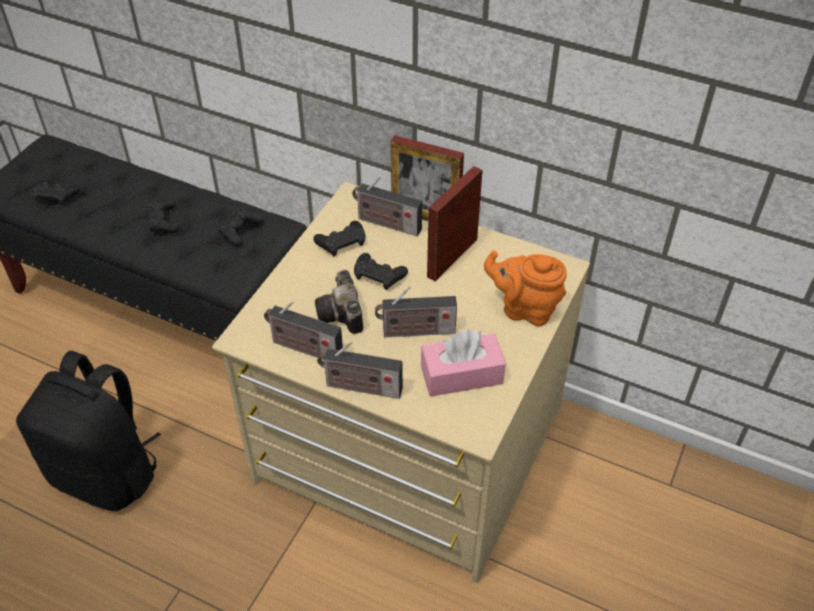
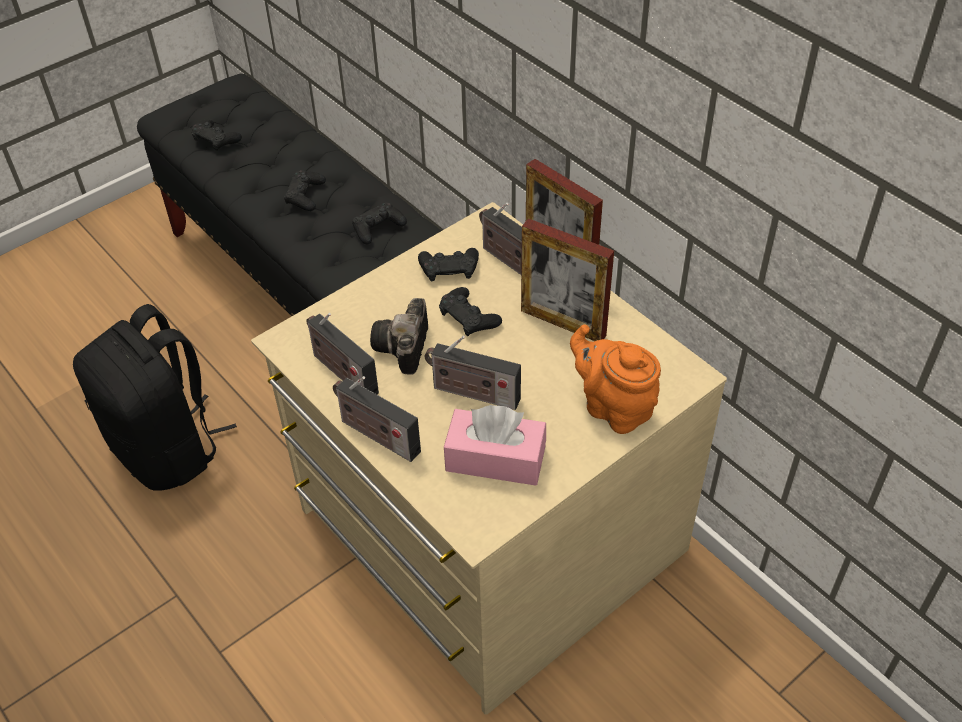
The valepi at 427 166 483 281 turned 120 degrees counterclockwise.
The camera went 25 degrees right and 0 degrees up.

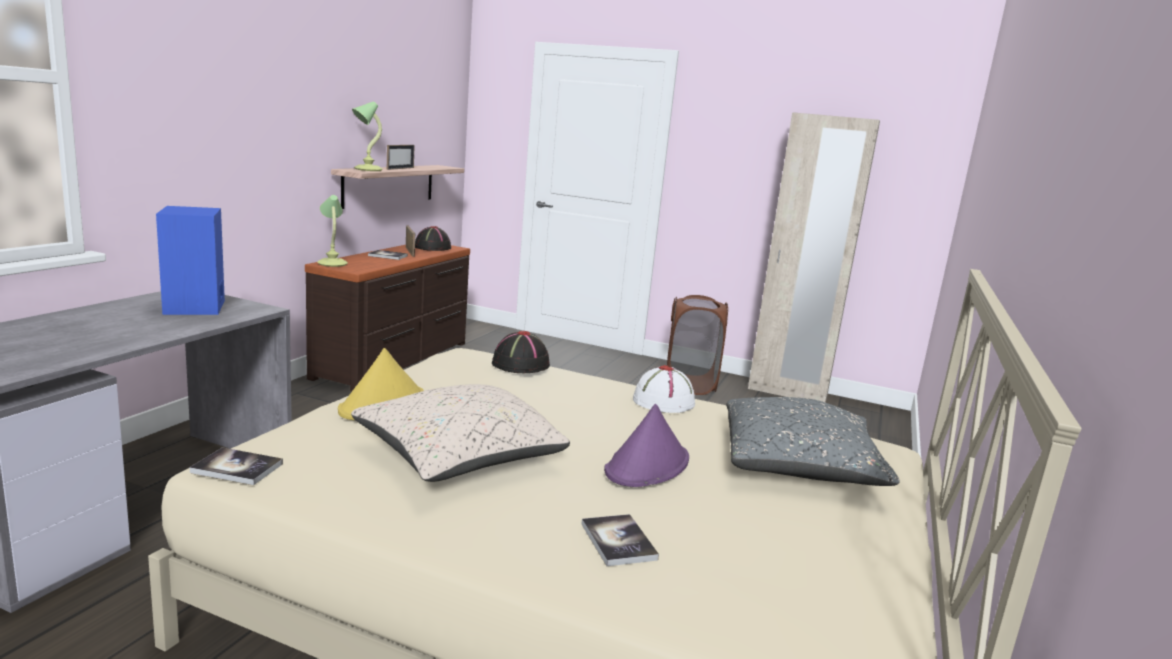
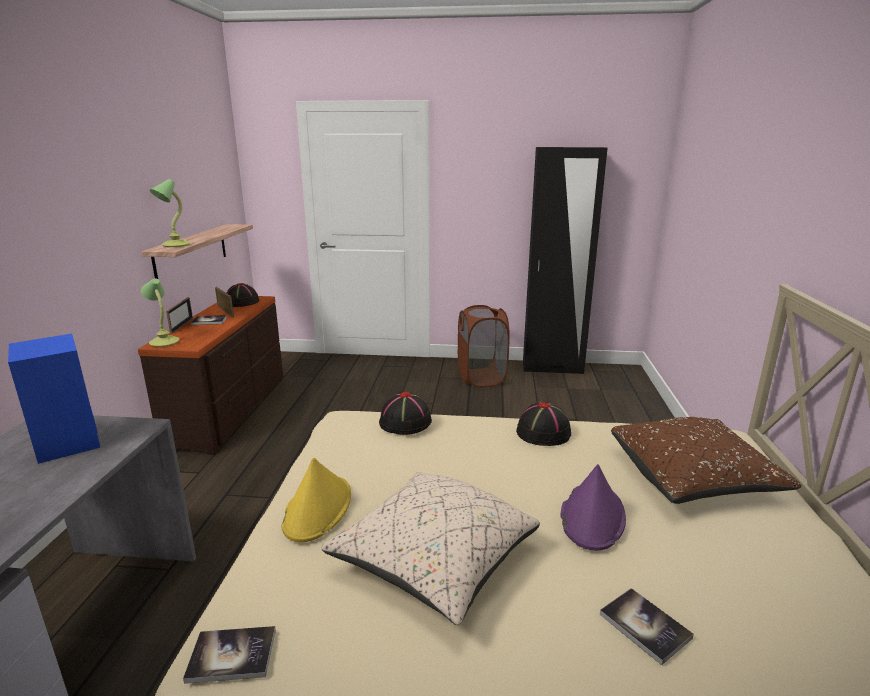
The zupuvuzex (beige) at 748 112 880 402 became the zupuvuzex (black) at 523 147 608 374.
The valepi moved from 387 145 415 170 to 166 297 193 334.
The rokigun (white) at 633 365 695 413 became the rokigun (black) at 516 402 571 446.
The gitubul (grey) at 726 397 900 486 became the gitubul (brown) at 611 417 801 504.
The camera went 15 degrees left and 5 degrees up.

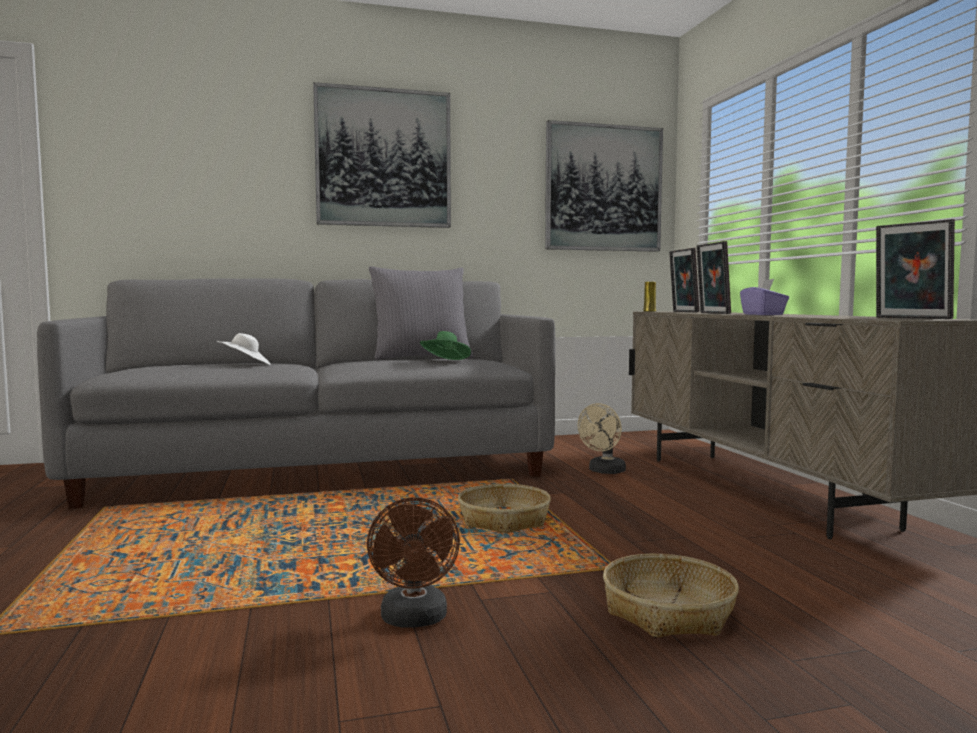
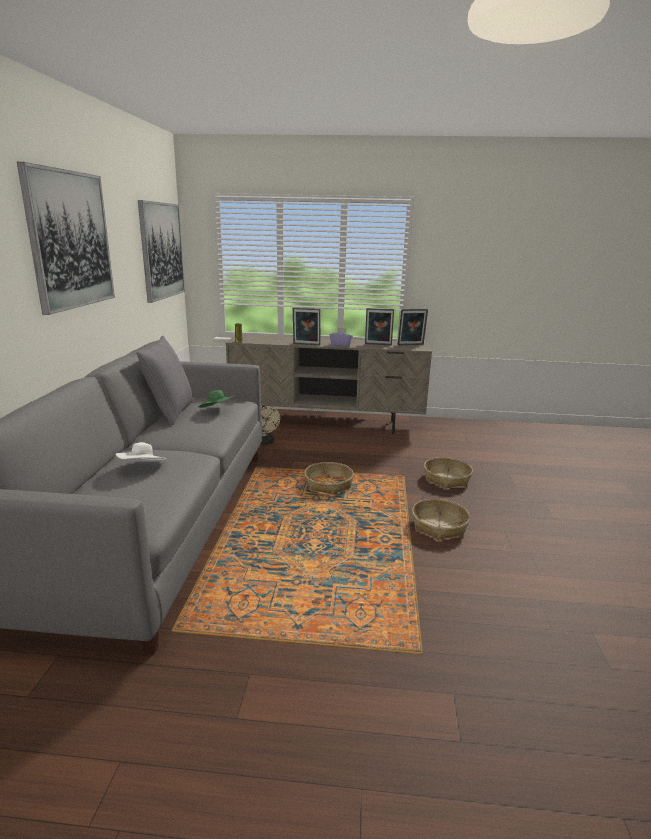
The valepi moved from 669 248 699 312 to 365 308 394 345.
The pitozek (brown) at 367 497 460 628 was replaced by the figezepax at 412 499 470 540.
The camera went 70 degrees left and 15 degrees up.

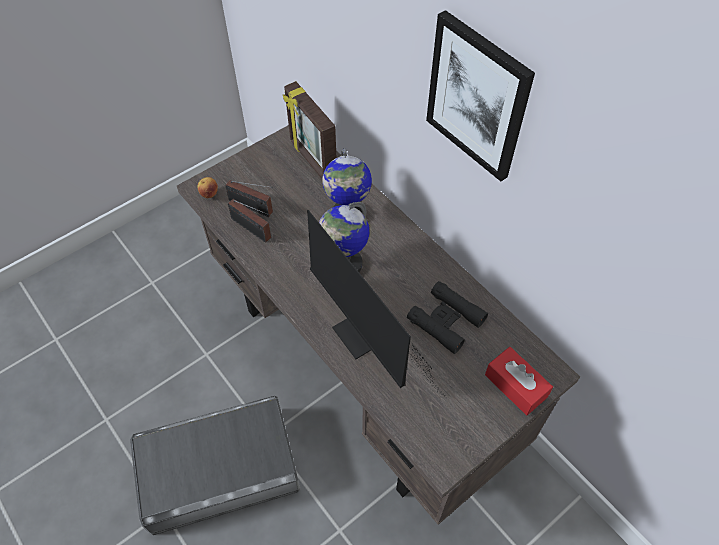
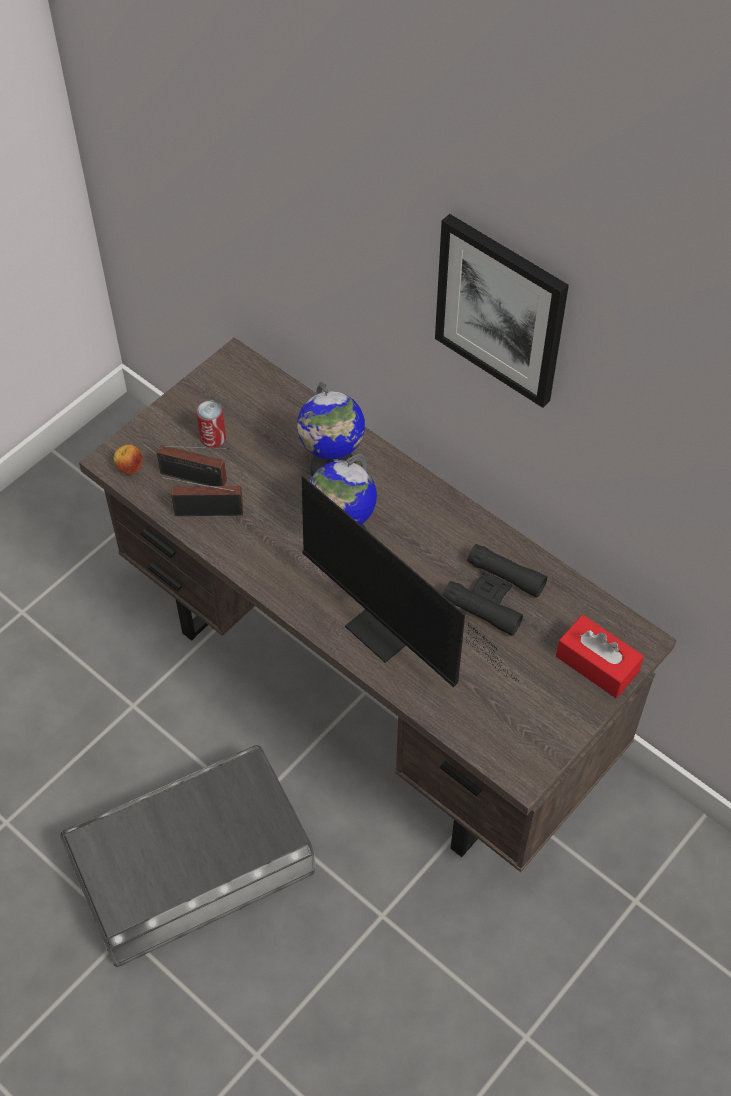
The valepi at 283 81 337 180 disappeared.
The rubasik at 228 199 271 243 turned 150 degrees clockwise.
The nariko at 196 400 226 448 appeared.
The camera went 10 degrees left and 0 degrees up.

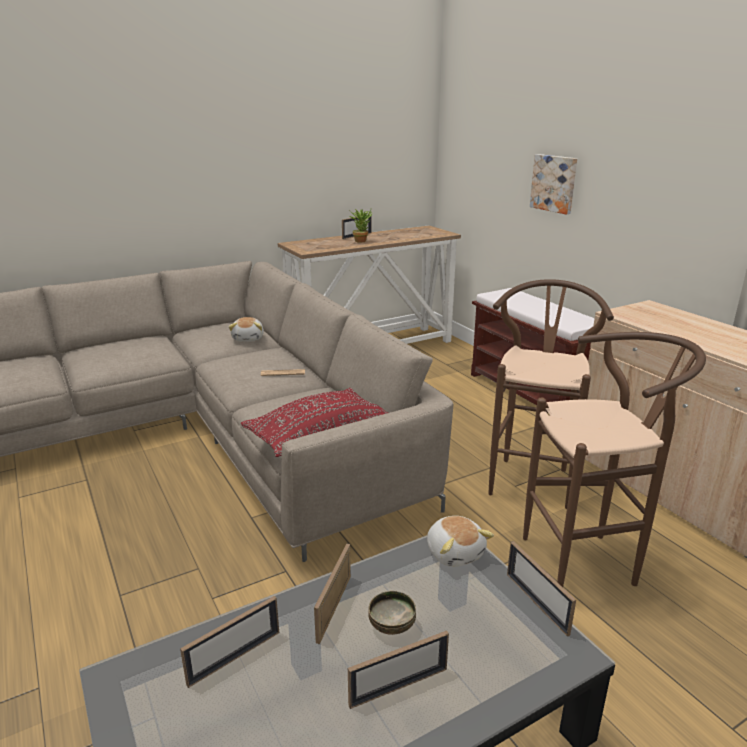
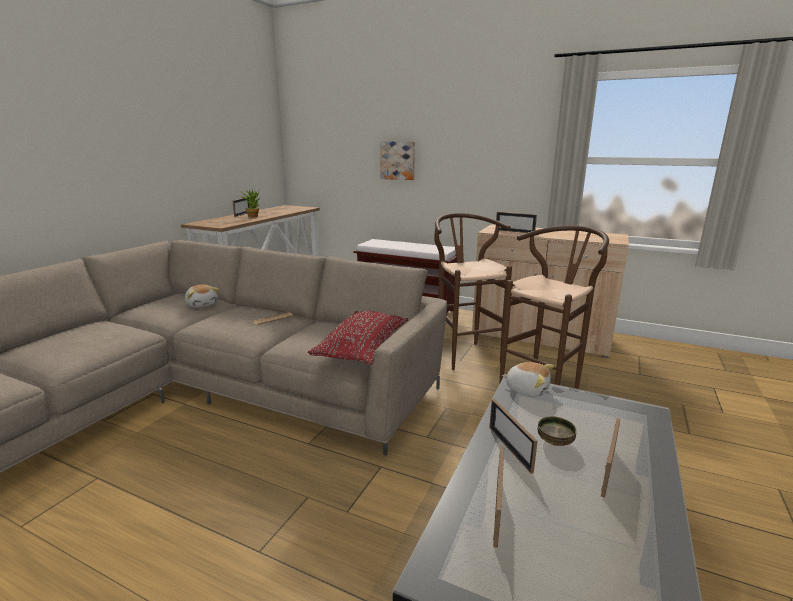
The valepi moved from 507 541 576 637 to 496 212 537 233.
The camera went 35 degrees left and 5 degrees down.

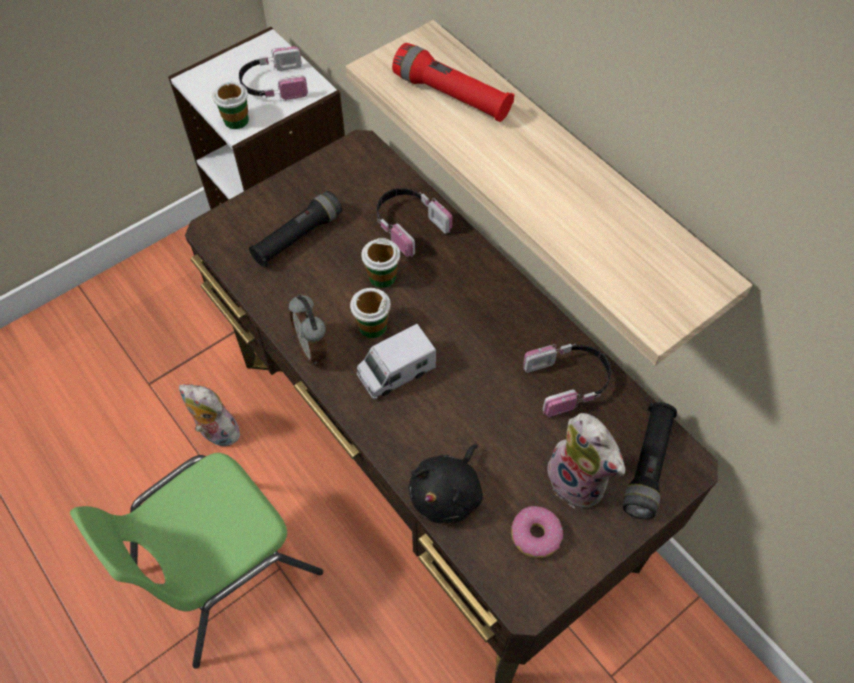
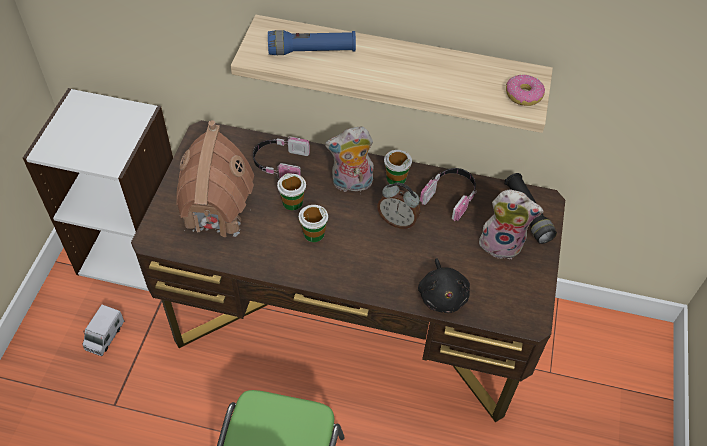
The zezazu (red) at 392 43 514 122 became the zezazu (blue) at 268 30 356 55.
The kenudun at 239 46 308 101 disappeared.
The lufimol moved from 212 82 249 129 to 384 150 412 184.
The zezazu (black) at 249 191 342 267 was replaced by the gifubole at 176 120 254 238.
The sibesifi moved from 289 295 327 365 to 377 183 420 229.
The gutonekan moved from 357 324 436 399 to 82 305 125 356.
The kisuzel moved from 179 384 242 448 to 325 127 374 192.
The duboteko moved from 511 506 563 558 to 506 74 545 106.
The camera went 40 degrees left and 5 degrees down.

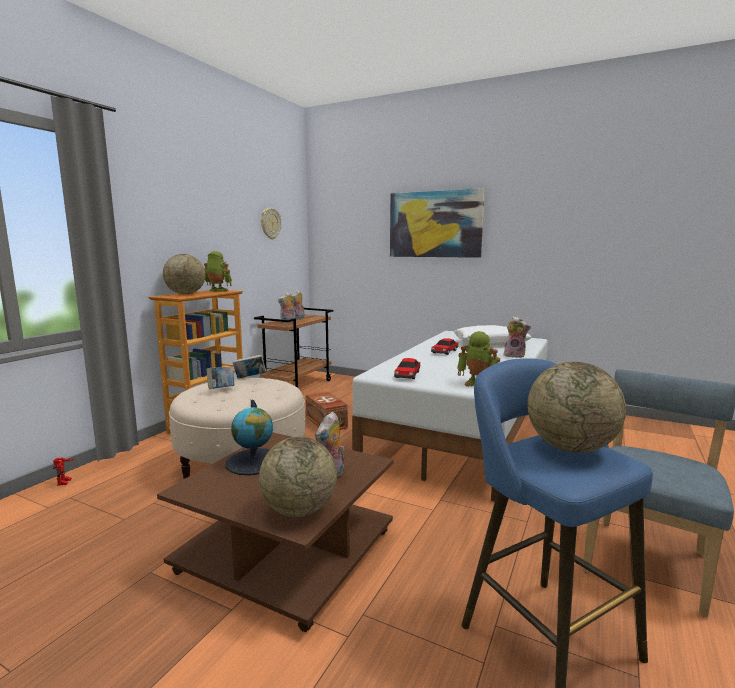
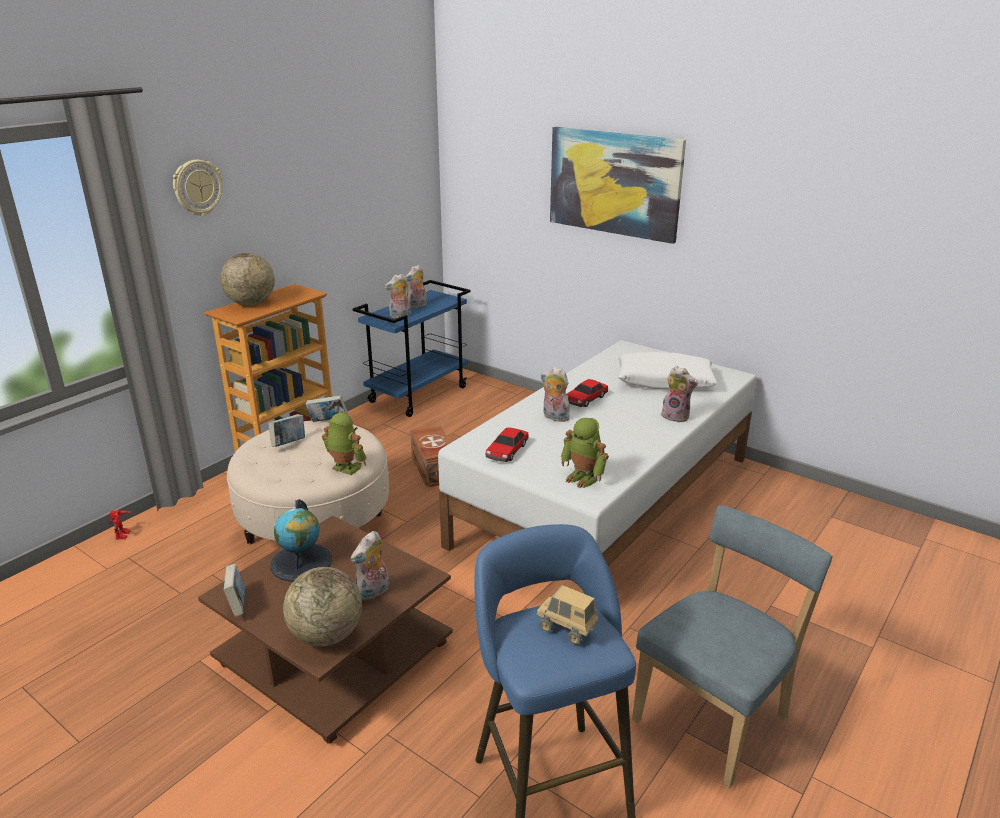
The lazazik moved from 261 208 281 239 to 173 160 222 216.
The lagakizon moved from 204 251 232 292 to 322 413 367 475.
The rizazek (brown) at 254 308 333 388 became the rizazek (blue) at 353 280 470 417.
The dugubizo at 527 362 626 453 was replaced by the gutonekan at 536 585 599 645.
The kisuzel at 540 367 573 422 appeared.
The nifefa at 223 564 245 617 appeared.
The camera went 10 degrees right and 15 degrees up.

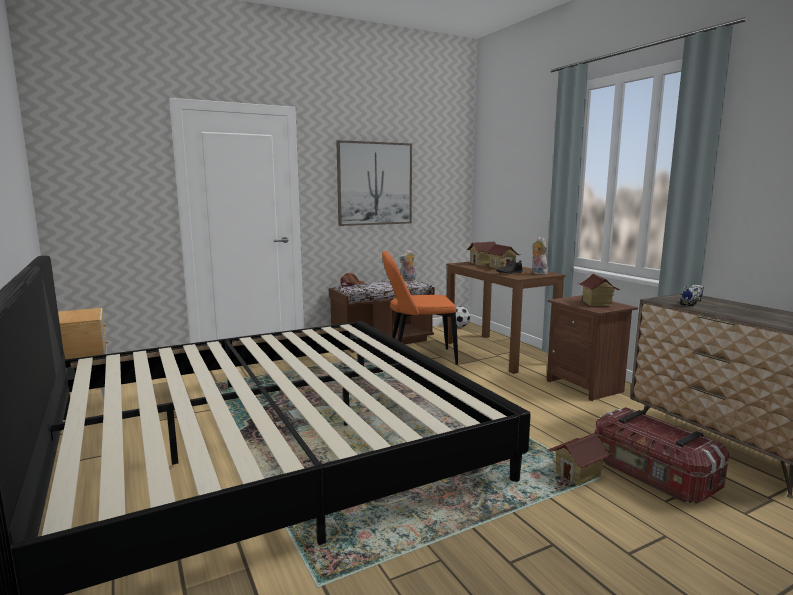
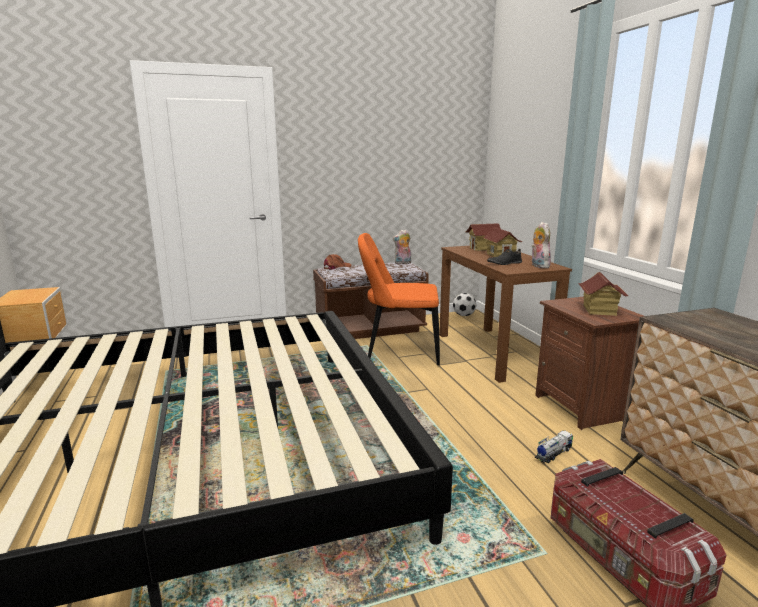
The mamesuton at 336 140 412 226 disappeared.
The gutonekan moved from 680 284 704 306 to 535 430 573 464.
The gifubole at 548 433 613 486 disappeared.
The camera went 10 degrees right and 5 degrees up.

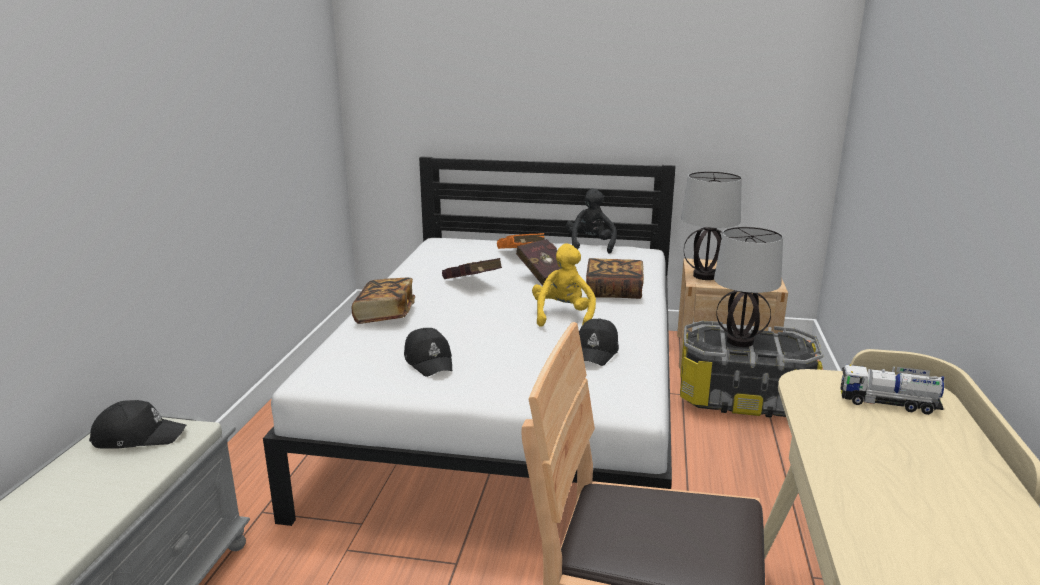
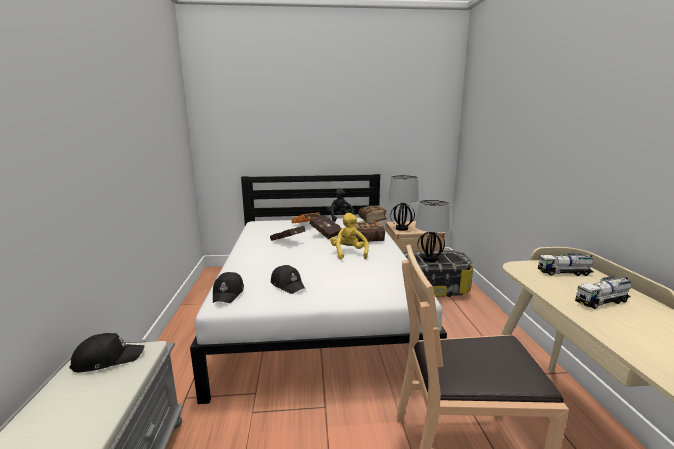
The nifefa moved from 352 278 415 324 to 359 205 387 222.
The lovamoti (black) moved from 579 318 619 366 to 213 272 244 303.
The gutonekan at 575 275 631 309 appeared.
The camera went 15 degrees left and 5 degrees down.

